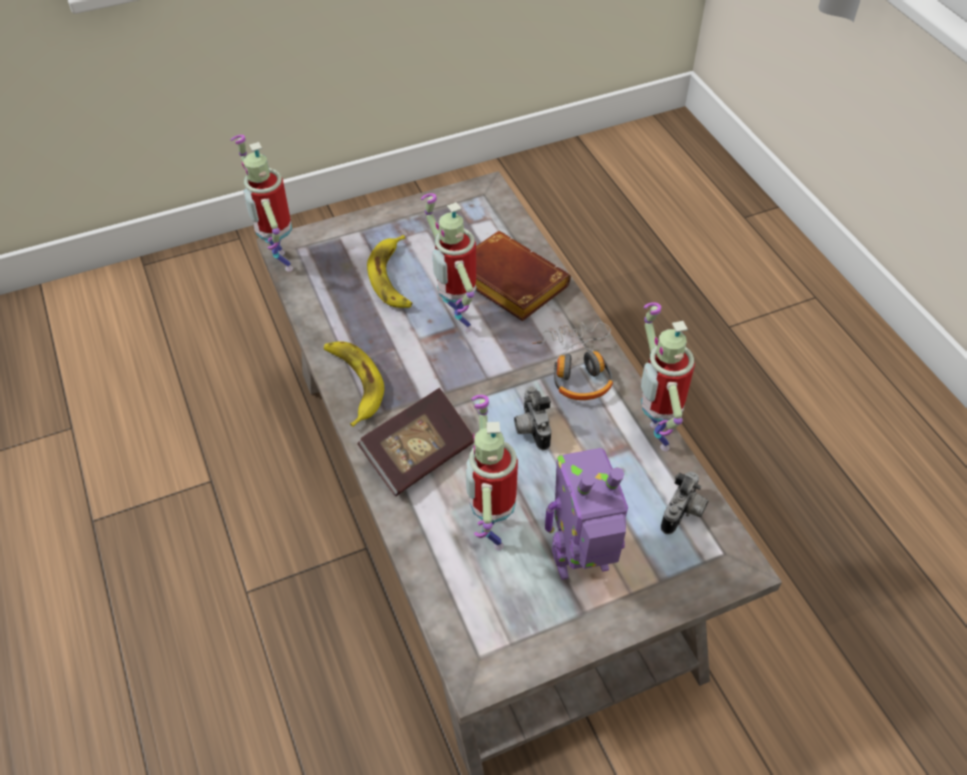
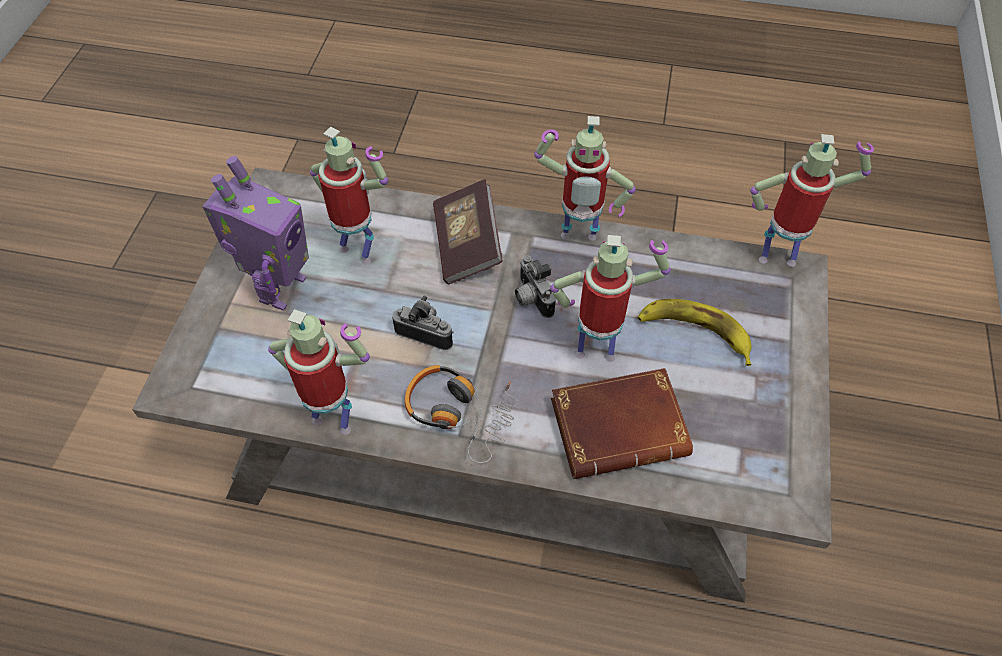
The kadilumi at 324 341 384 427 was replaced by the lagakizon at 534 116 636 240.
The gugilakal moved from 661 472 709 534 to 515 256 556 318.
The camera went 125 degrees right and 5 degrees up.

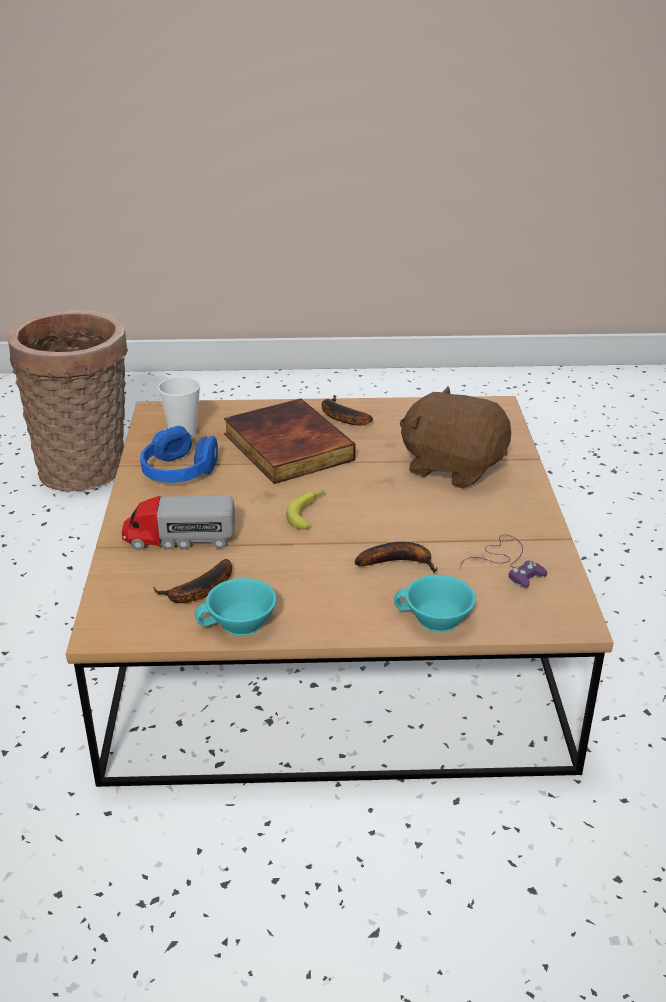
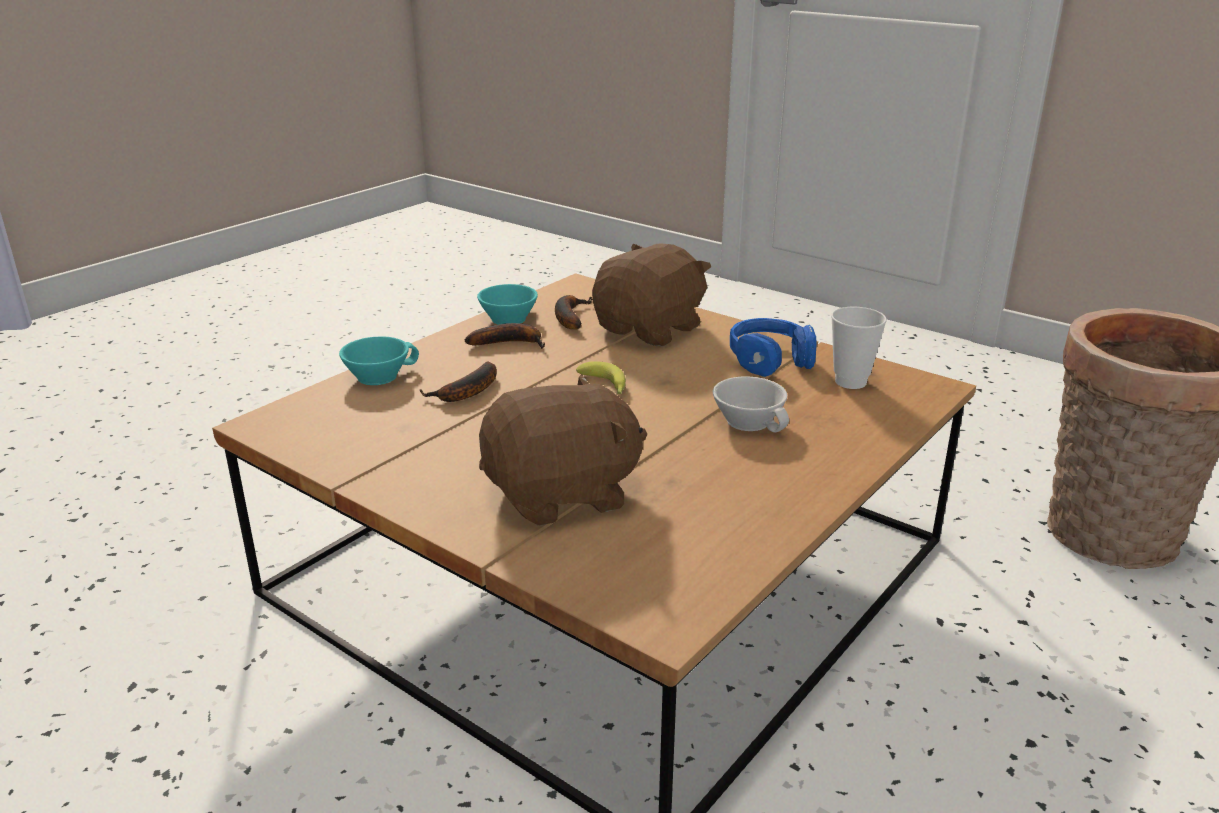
The kadilumi moved from 322 395 373 425 to 465 323 545 349.
The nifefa at 224 398 356 484 was replaced by the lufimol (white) at 713 376 789 433.
The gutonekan at 122 495 235 550 was replaced by the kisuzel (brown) at 592 243 711 347.
The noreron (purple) at 460 535 547 588 disappeared.
The camera went 130 degrees right and 5 degrees down.

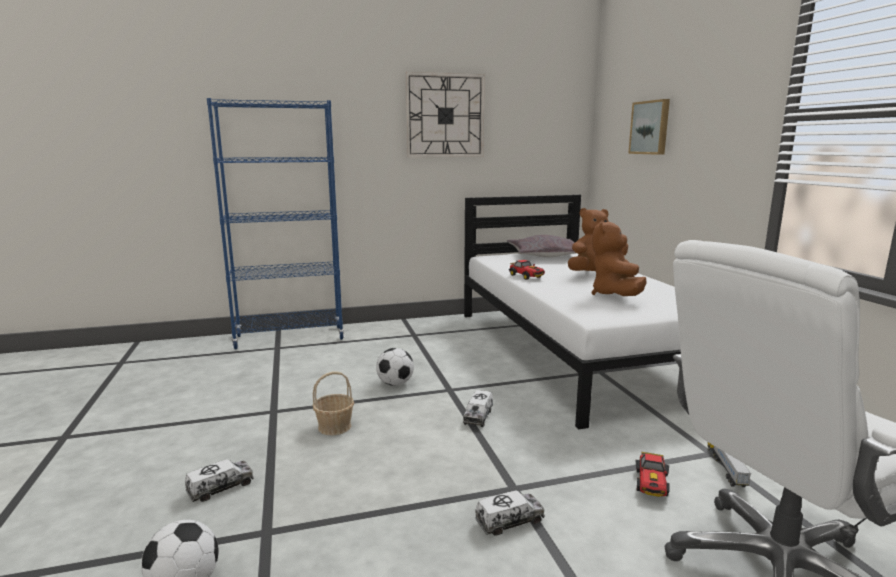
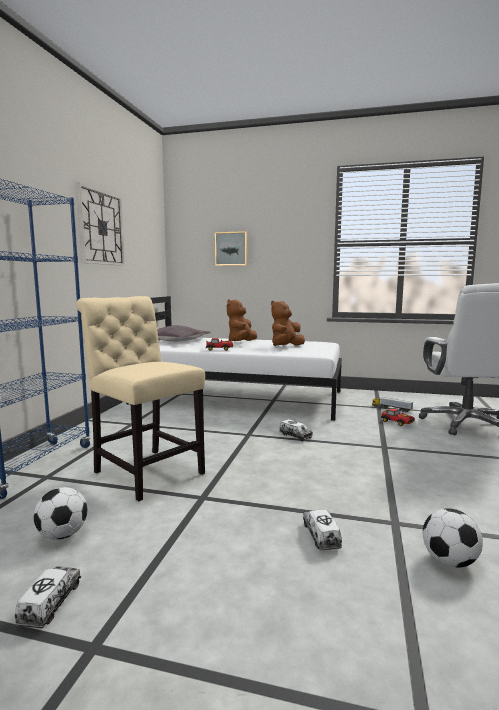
The kisuzel (brown) at 592 220 647 296 turned 90 degrees clockwise.
The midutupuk moved from 376 348 414 386 to 34 487 87 540.
The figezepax at 312 372 354 435 disappeared.
The gutonekan moved from 475 490 545 536 to 15 566 81 628.
The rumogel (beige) at 76 296 205 501 appeared.
The camera went 60 degrees left and 5 degrees down.

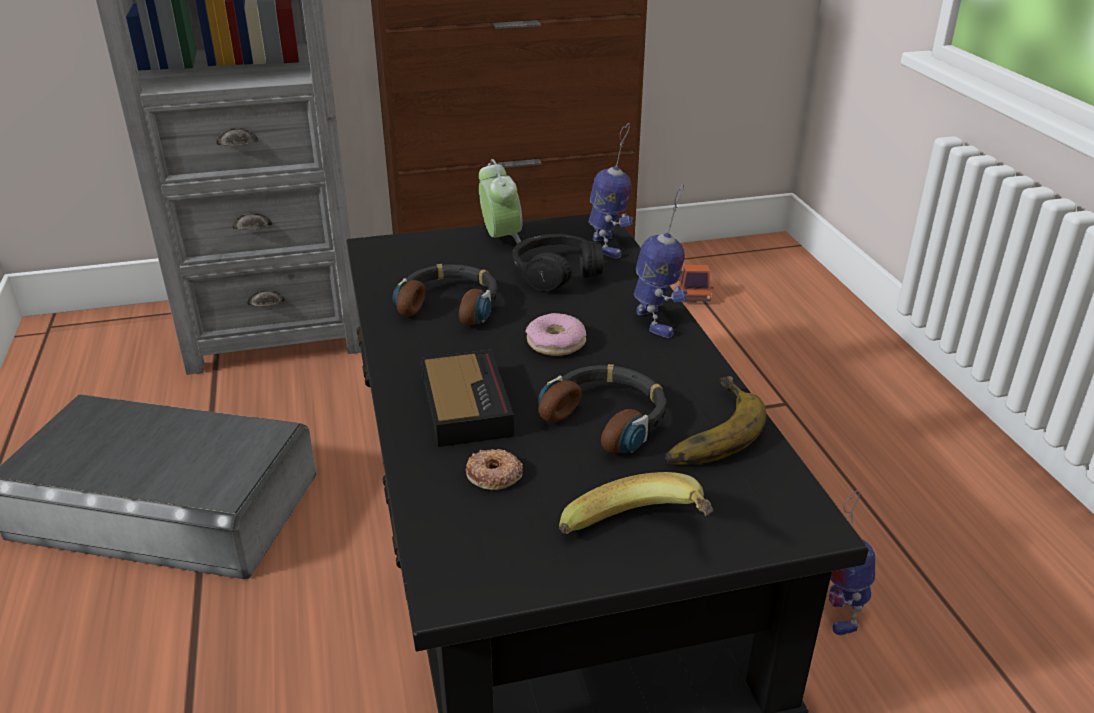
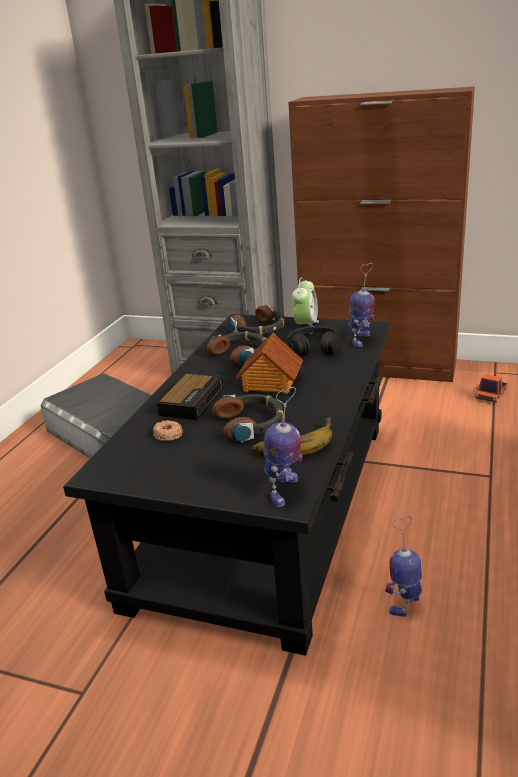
The lagakizon moved from 634 184 688 338 to 263 387 303 507.
The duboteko at 525 313 586 356 was replaced by the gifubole at 236 332 303 394.
The kadilumi at 559 472 714 534 disappeared.
The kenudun at 228 305 285 335 appeared.
The camera went 35 degrees right and 5 degrees down.

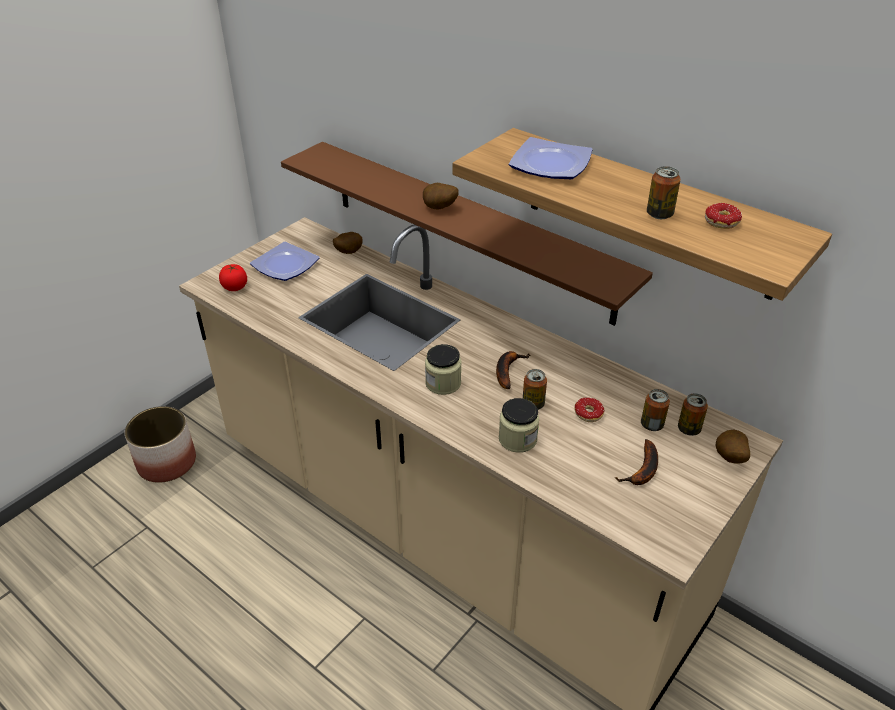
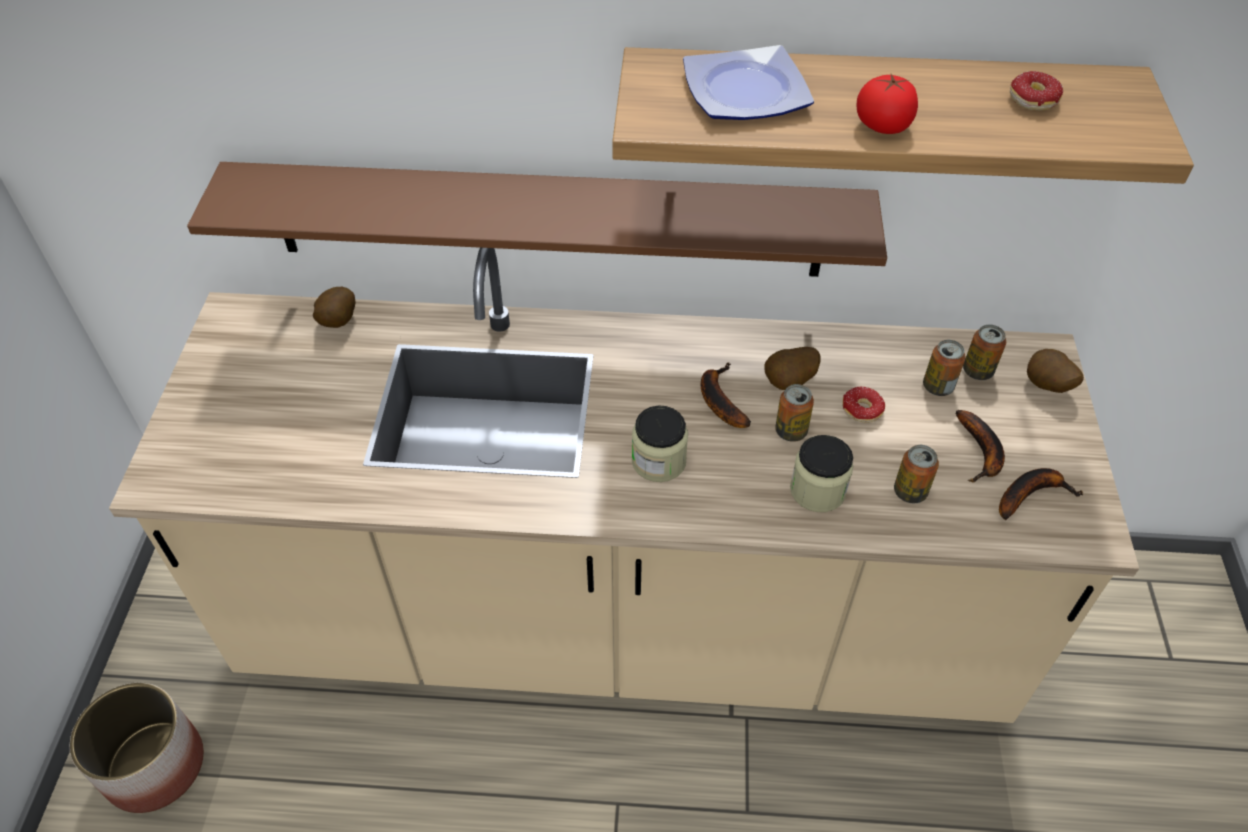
The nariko moved from 647 166 681 219 to 894 445 939 503.
The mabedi moved from 423 183 459 210 to 765 347 821 390.
The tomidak at 250 242 320 281 disappeared.
The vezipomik moved from 219 264 247 291 to 857 74 918 134.
The kadilumi at 999 468 1084 520 appeared.
The camera went 35 degrees left and 10 degrees up.

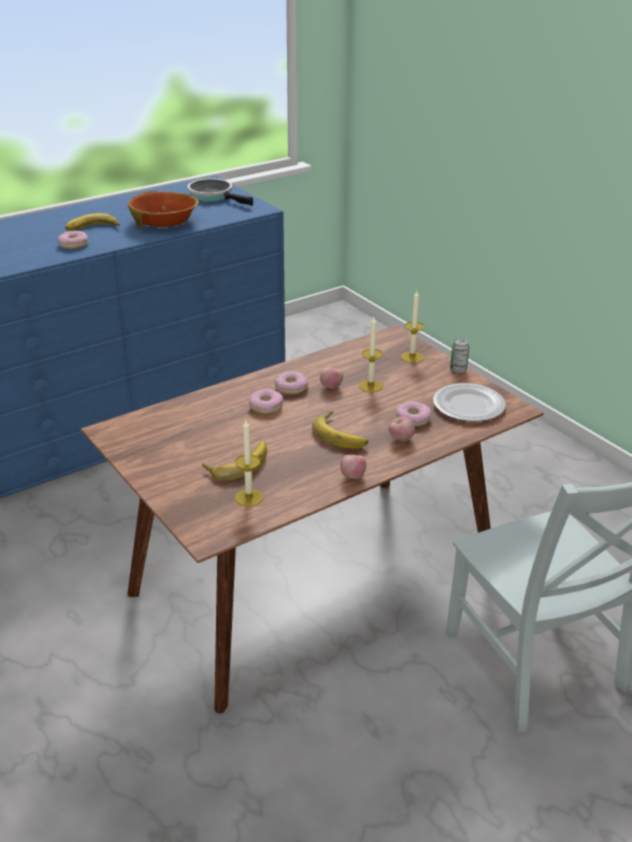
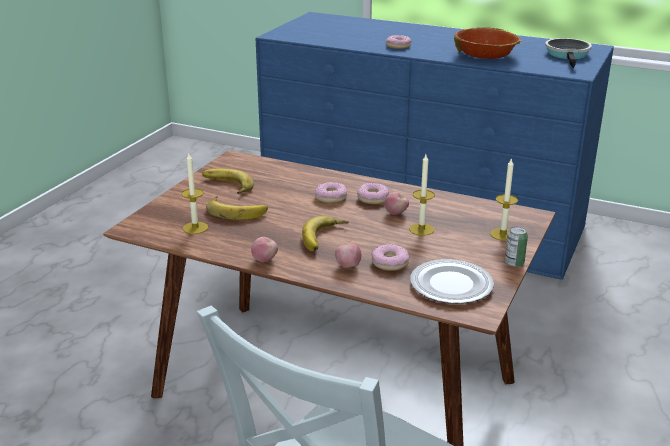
The kadilumi moved from 66 213 120 231 to 202 168 254 194.
The camera went 60 degrees right and 5 degrees down.

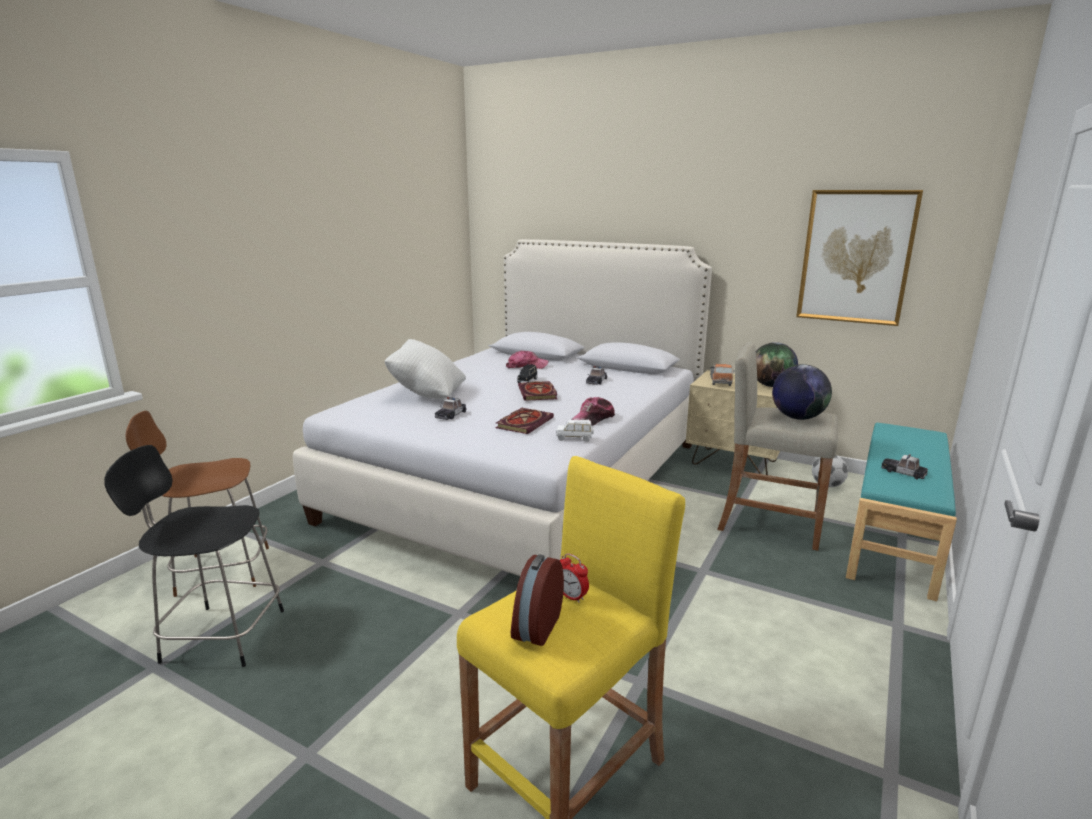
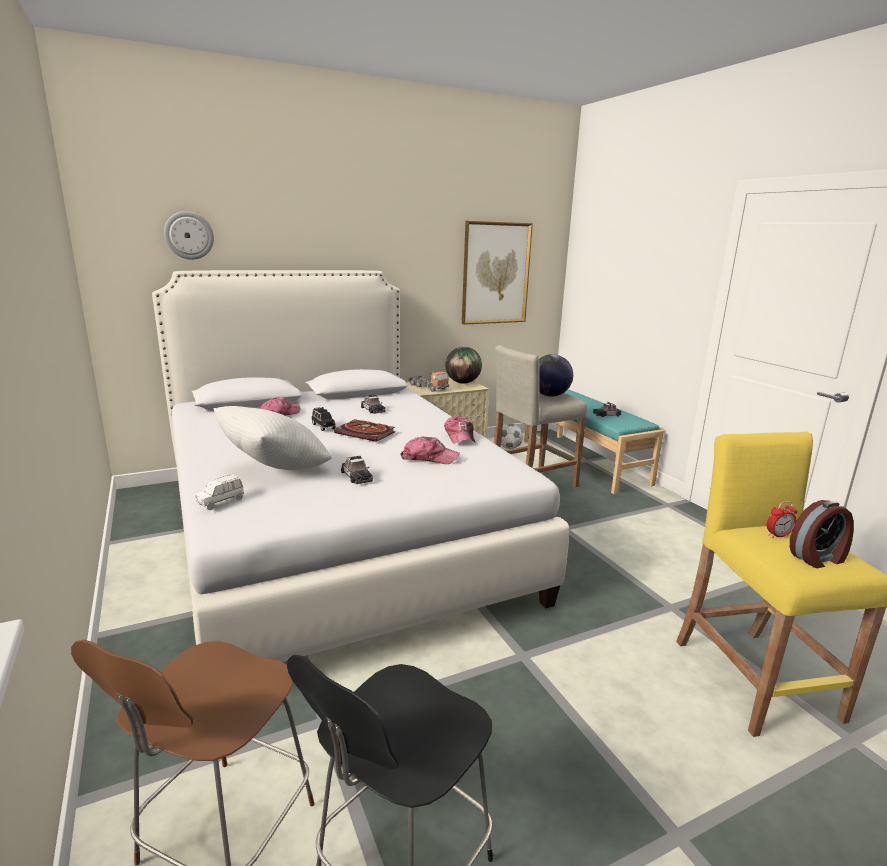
The nifefa at 495 408 554 434 was replaced by the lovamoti at 401 436 460 464.
The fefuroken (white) moved from 556 419 594 442 to 196 474 244 510.
The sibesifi at 511 554 564 646 turned 75 degrees counterclockwise.
The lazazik at 164 211 214 260 appeared.
The camera went 55 degrees left and 0 degrees up.

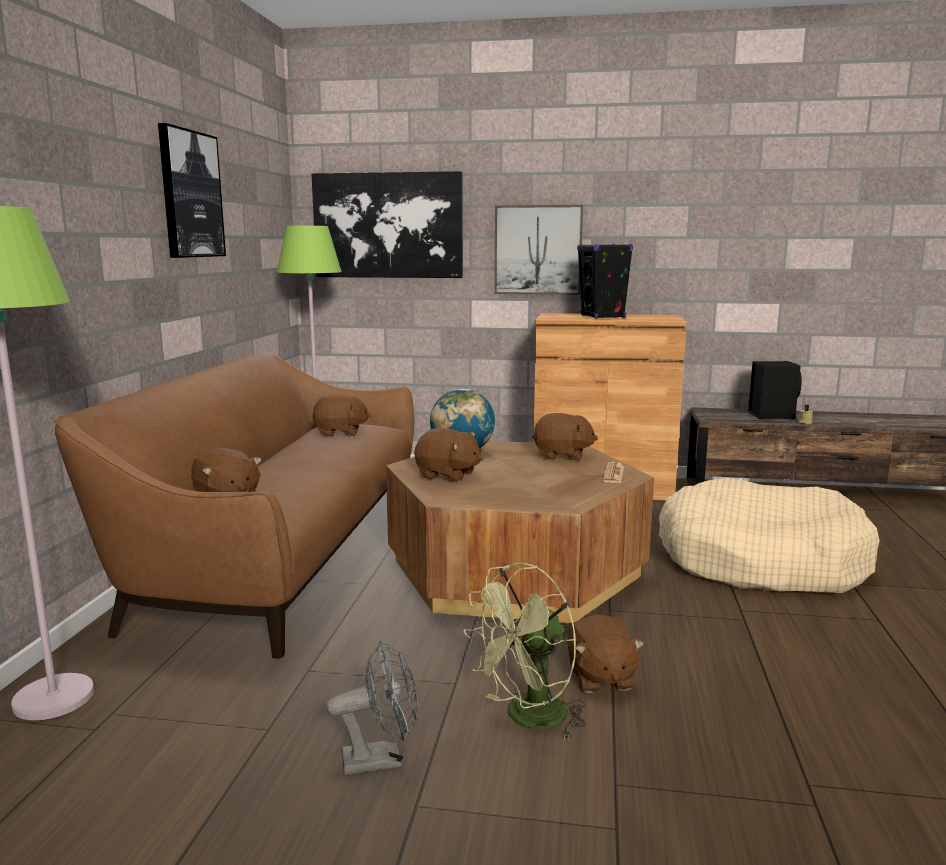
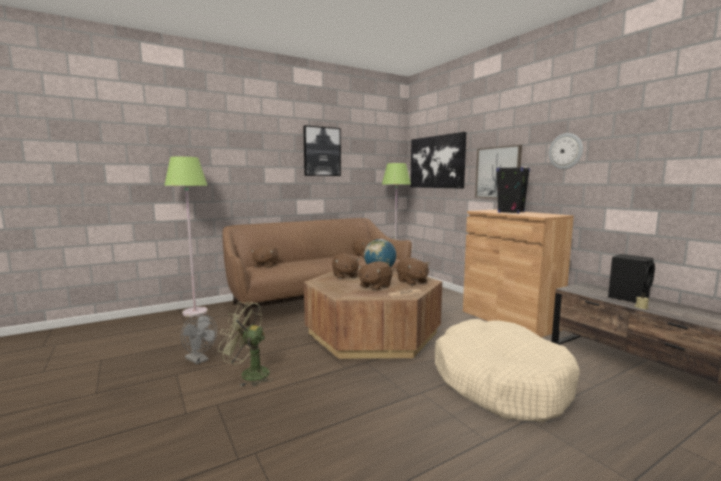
The kisuzel (brown) moved from 567 614 644 693 to 358 261 393 290.
The lazazik at 548 133 583 169 appeared.
The camera went 50 degrees right and 5 degrees down.

